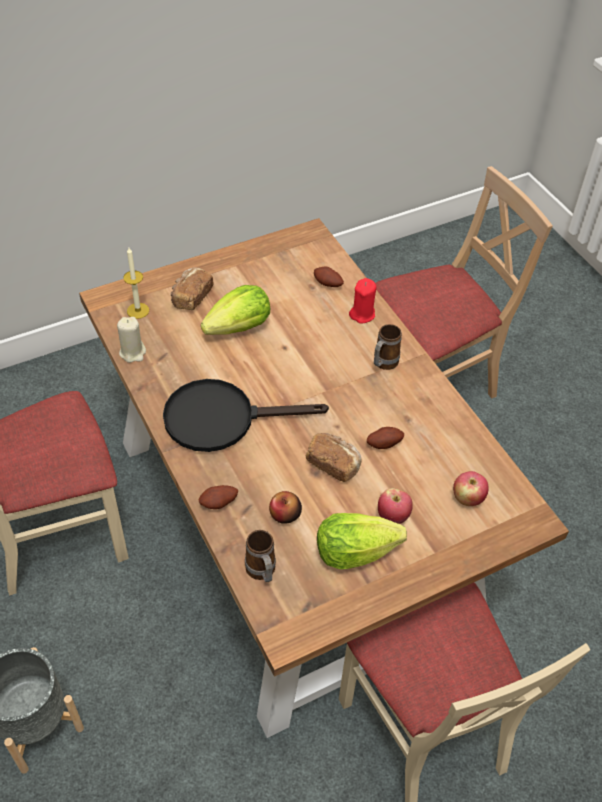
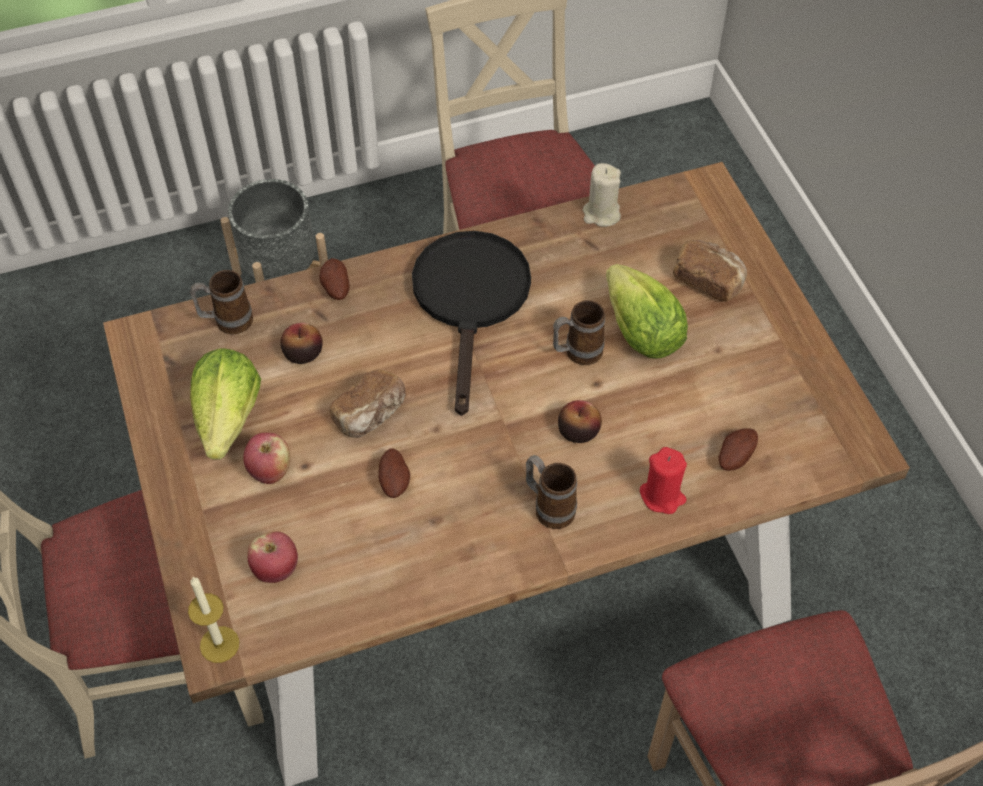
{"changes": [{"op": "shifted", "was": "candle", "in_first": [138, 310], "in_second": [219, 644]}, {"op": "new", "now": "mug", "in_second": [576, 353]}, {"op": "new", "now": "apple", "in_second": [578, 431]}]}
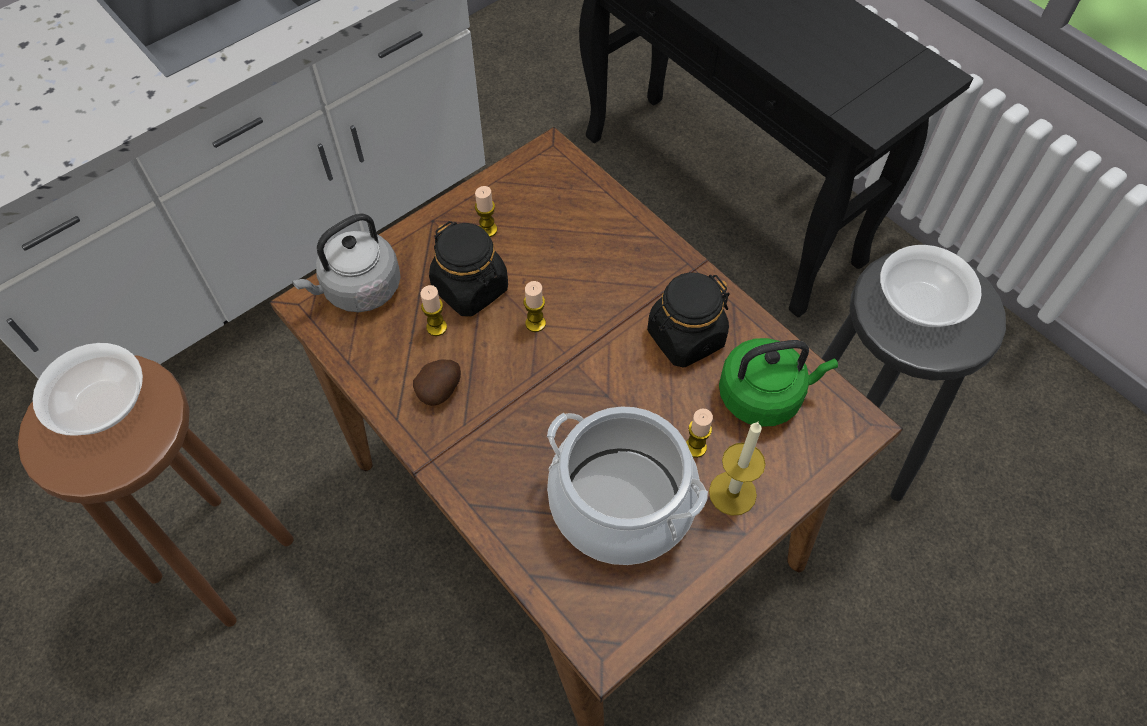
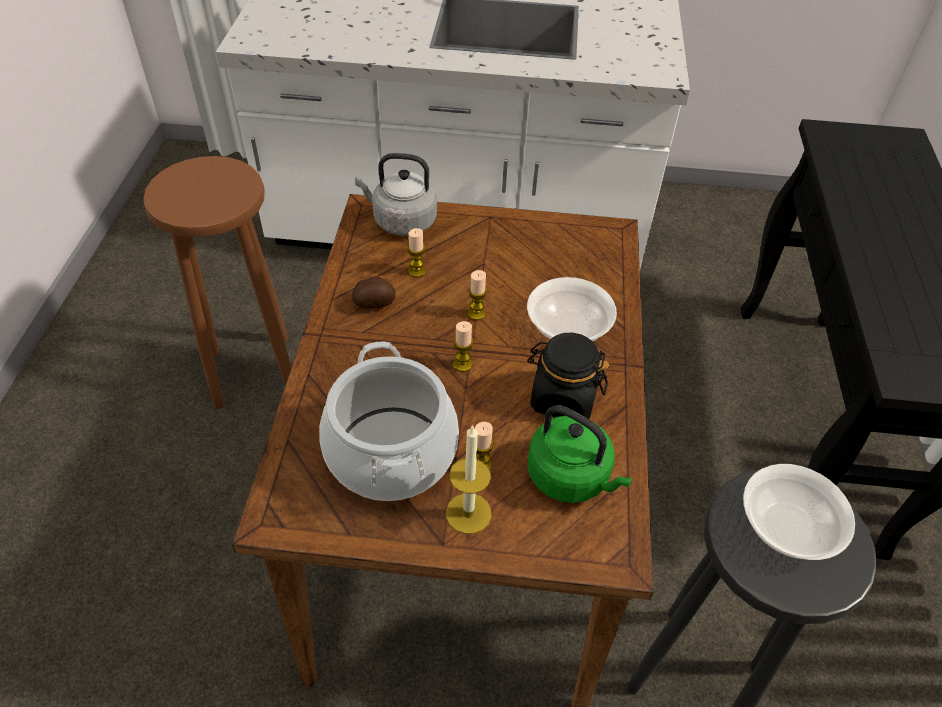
{"changes": [{"op": "shifted", "was": "bowl", "in_first": [102, 403], "in_second": [568, 327]}, {"op": "gone", "was": "black jar", "in_first": [471, 288]}, {"op": "shifted", "was": "candle", "in_first": [487, 230], "in_second": [462, 364]}]}
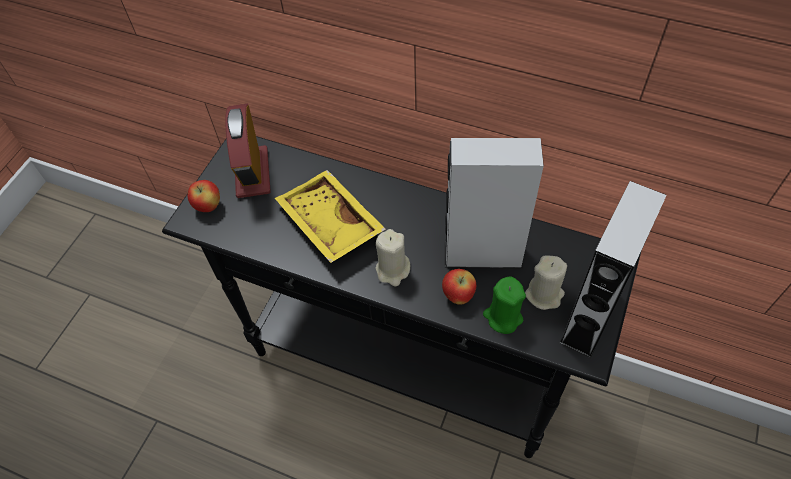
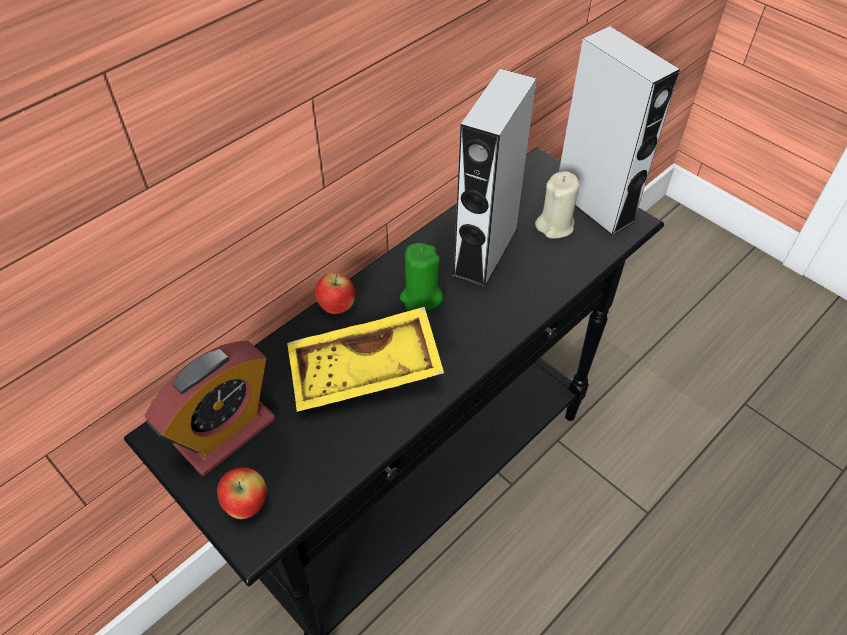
{"changes": [{"op": "rotated", "was": "alarm clock", "in_first": [252, 173], "in_second": [225, 432], "clockwise": -60}, {"op": "gone", "was": "beige candle", "in_first": [393, 270]}, {"op": "shifted", "was": "apple", "in_first": [458, 295], "in_second": [336, 307]}, {"op": "shifted", "was": "green candle", "in_first": [503, 317], "in_second": [421, 298]}]}
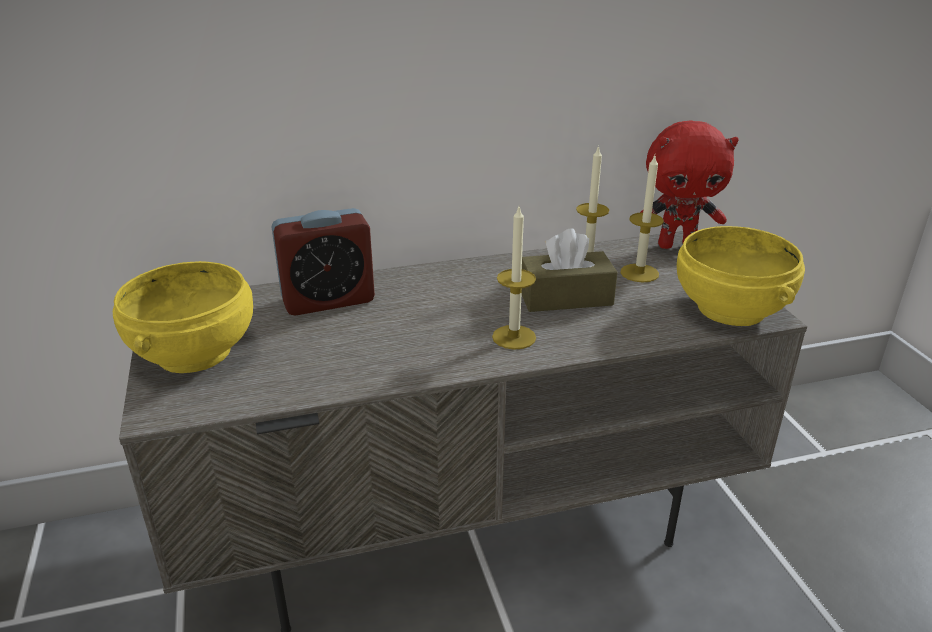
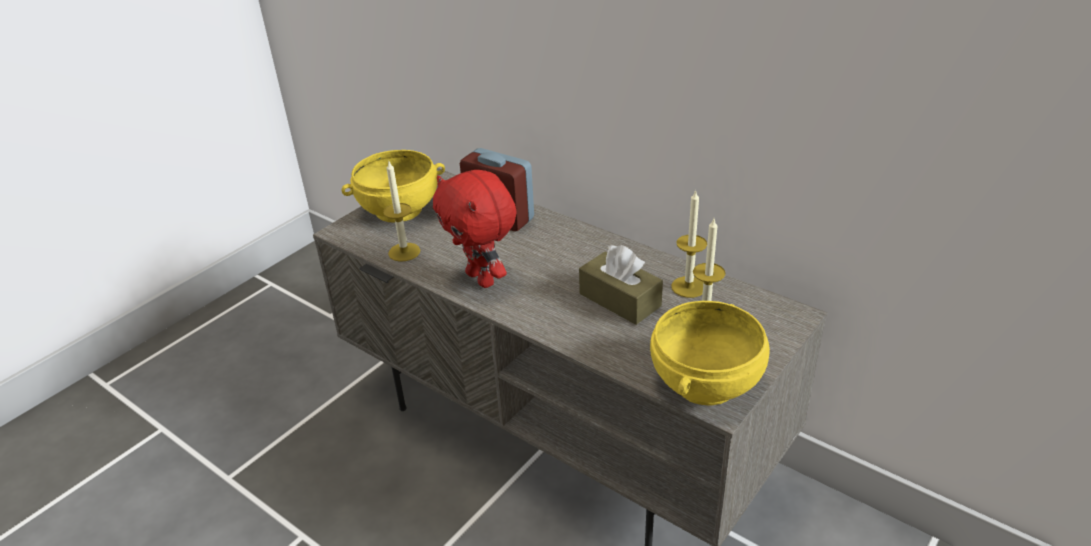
{"changes": [{"op": "shifted", "was": "candle", "in_first": [514, 337], "in_second": [404, 252]}, {"op": "shifted", "was": "red plush toy", "in_first": [677, 245], "in_second": [482, 279]}]}
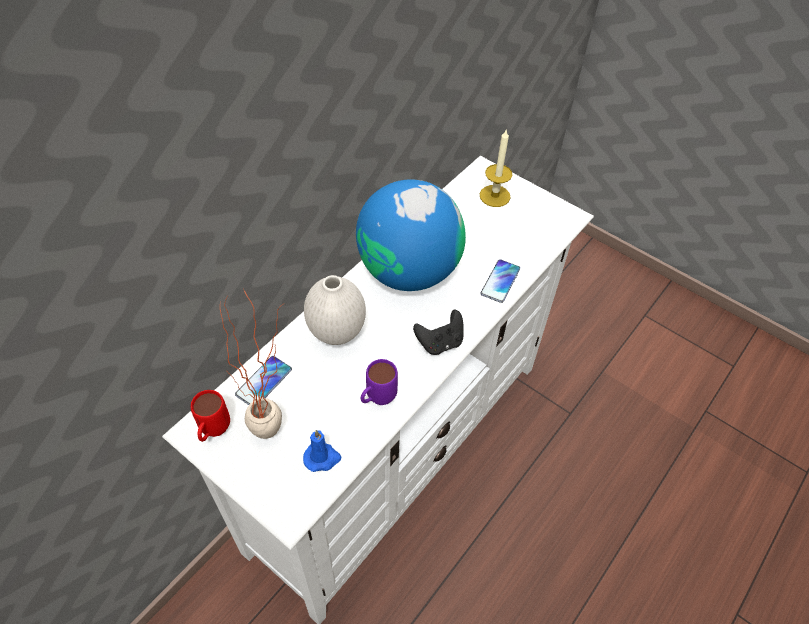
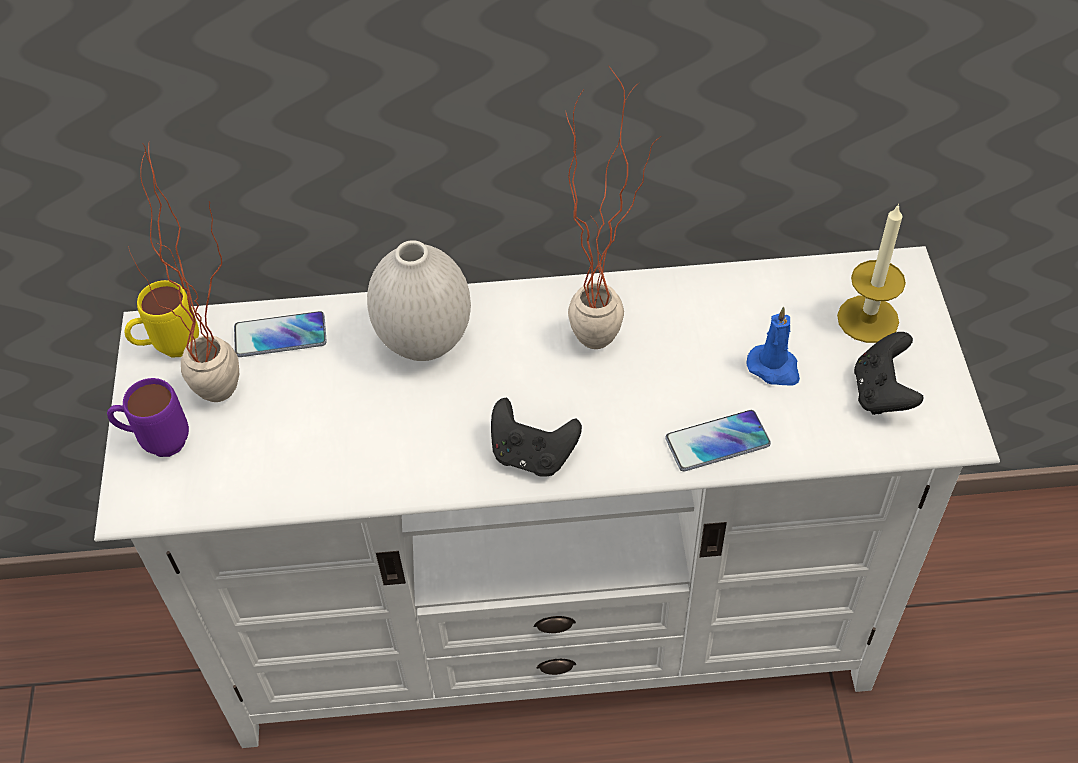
{"changes": [{"op": "repainted", "was": "red mug", "now": "yellow mug", "in_first": [213, 432], "in_second": [169, 349]}, {"op": "shifted", "was": "blue candle", "in_first": [322, 458], "in_second": [774, 368]}, {"op": "swapped", "was": "globe", "now": "potted plant", "in_first": [409, 270], "in_second": [610, 333]}, {"op": "shifted", "was": "purple mug", "in_first": [377, 400], "in_second": [157, 442]}, {"op": "new", "now": "black game controller", "in_second": [882, 393]}]}
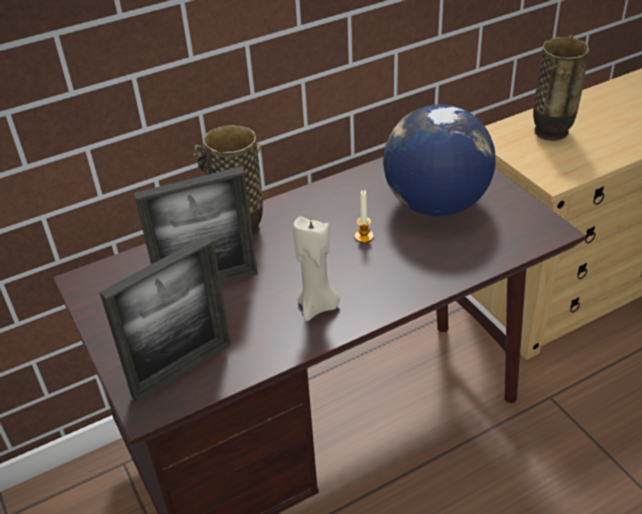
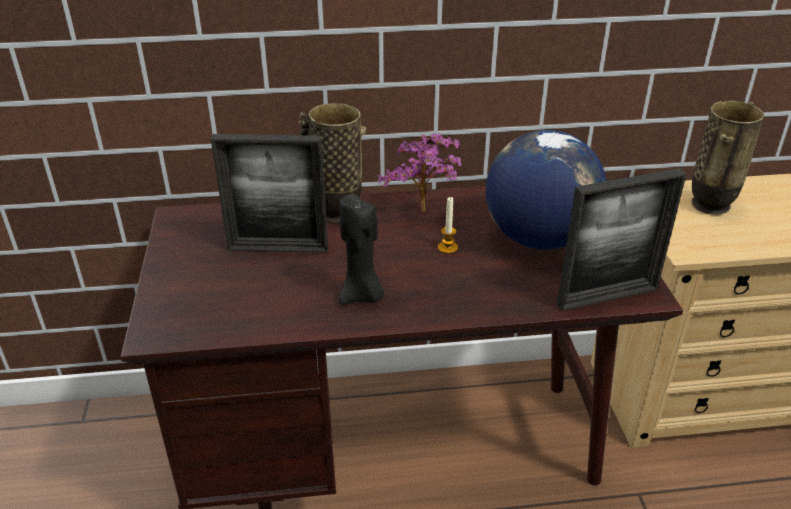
{"changes": [{"op": "shifted", "was": "picture frame", "in_first": [182, 370], "in_second": [607, 297]}, {"op": "repainted", "was": "beige candle", "now": "black candle", "in_first": [318, 306], "in_second": [362, 296]}, {"op": "new", "now": "potted plant", "in_second": [424, 214]}]}
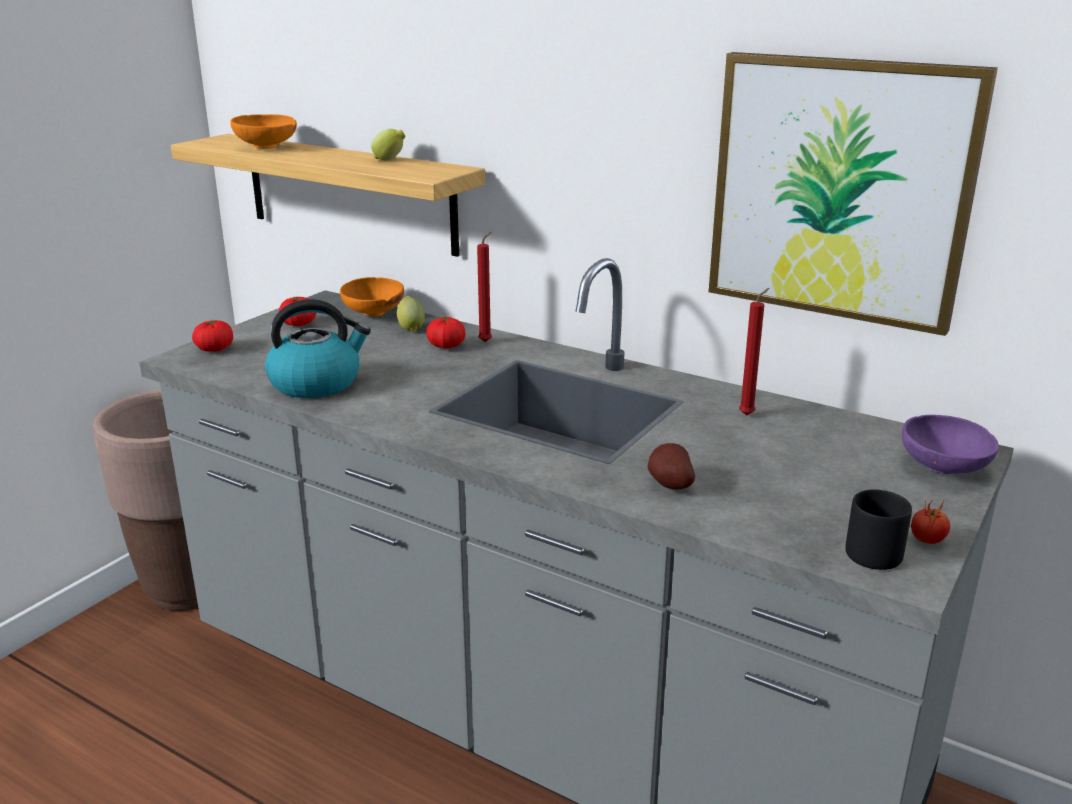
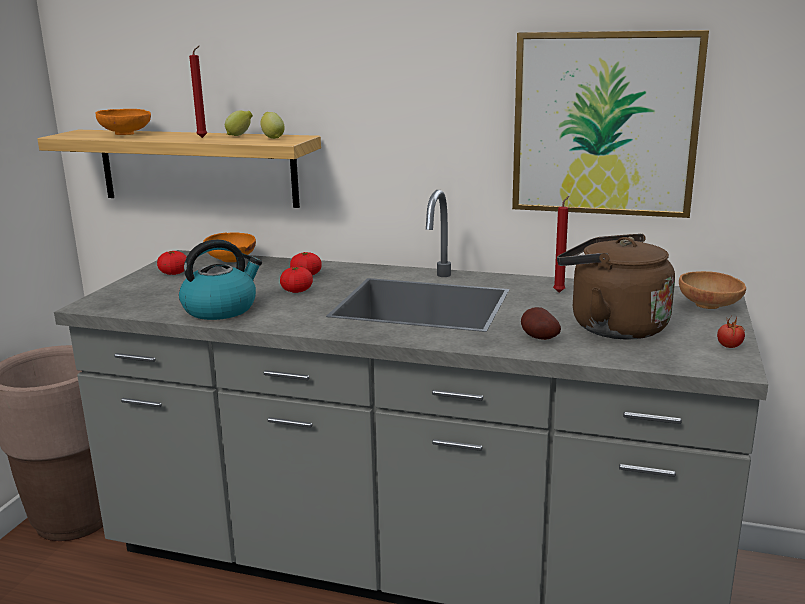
{"changes": [{"op": "shifted", "was": "tomato", "in_first": [215, 349], "in_second": [297, 291]}, {"op": "shifted", "was": "lemon", "in_first": [411, 328], "in_second": [272, 138]}, {"op": "shifted", "was": "red candle", "in_first": [487, 341], "in_second": [203, 137]}, {"op": "gone", "was": "black mug", "in_first": [875, 551]}, {"op": "repainted", "was": "purple bowl", "now": "brown bowl", "in_first": [944, 470], "in_second": [710, 307]}, {"op": "new", "now": "brown kettle", "in_second": [612, 326]}]}
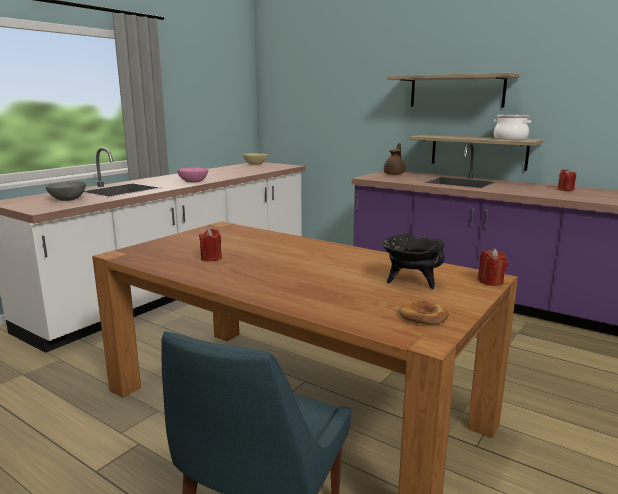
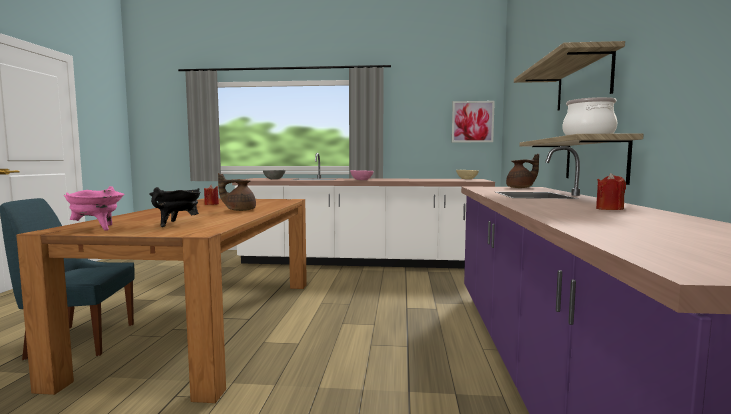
{"changes": [{"op": "swapped", "was": "bread", "now": "pink cooking pot", "in_first": [423, 316], "in_second": [97, 229]}, {"op": "gone", "was": "red candle", "in_first": [490, 281]}, {"op": "new", "now": "brown teapot", "in_second": [239, 210]}, {"op": "new", "now": "picture", "in_second": [472, 121]}]}
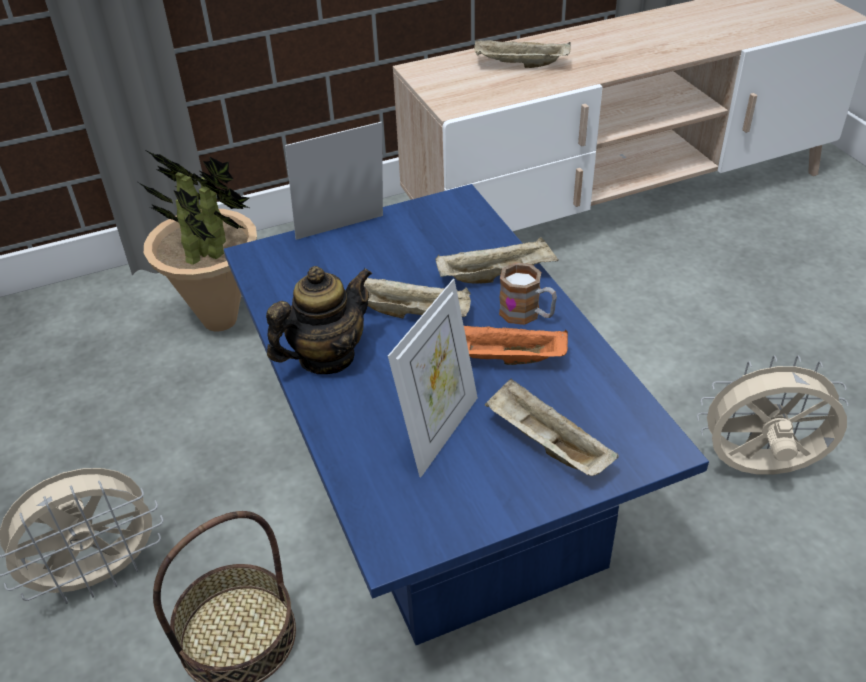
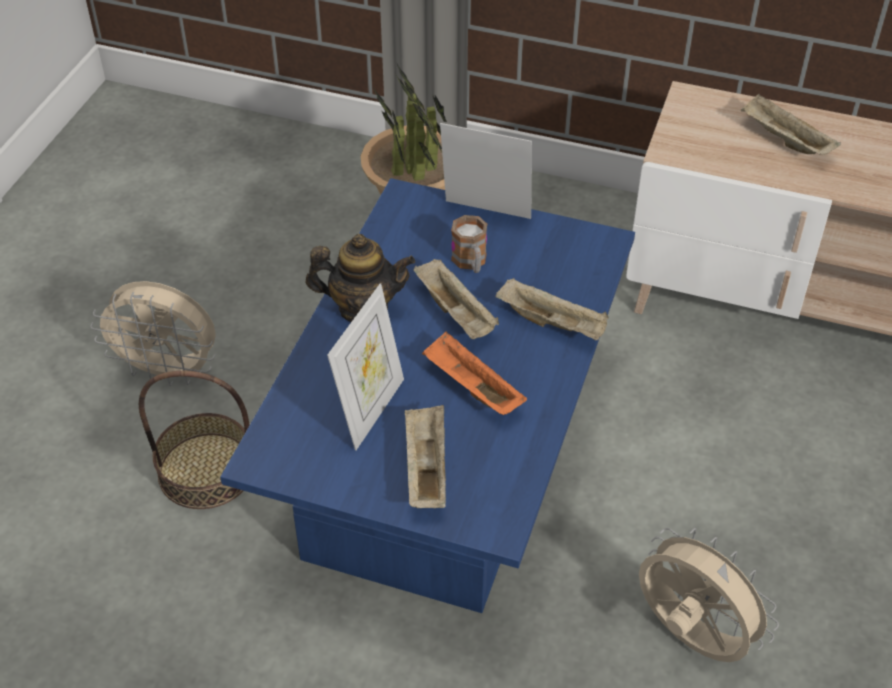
{"changes": [{"op": "rotated", "was": "picture frame", "in_first": [439, 431], "in_second": [370, 410], "clockwise": -45}, {"op": "shifted", "was": "mug", "in_first": [527, 314], "in_second": [471, 262]}]}
